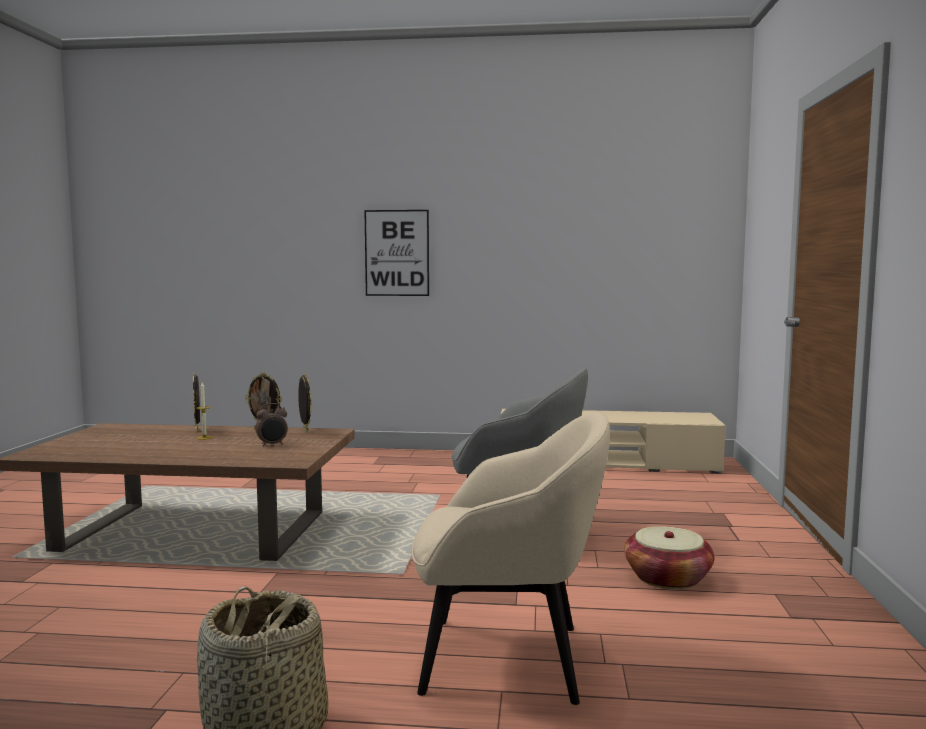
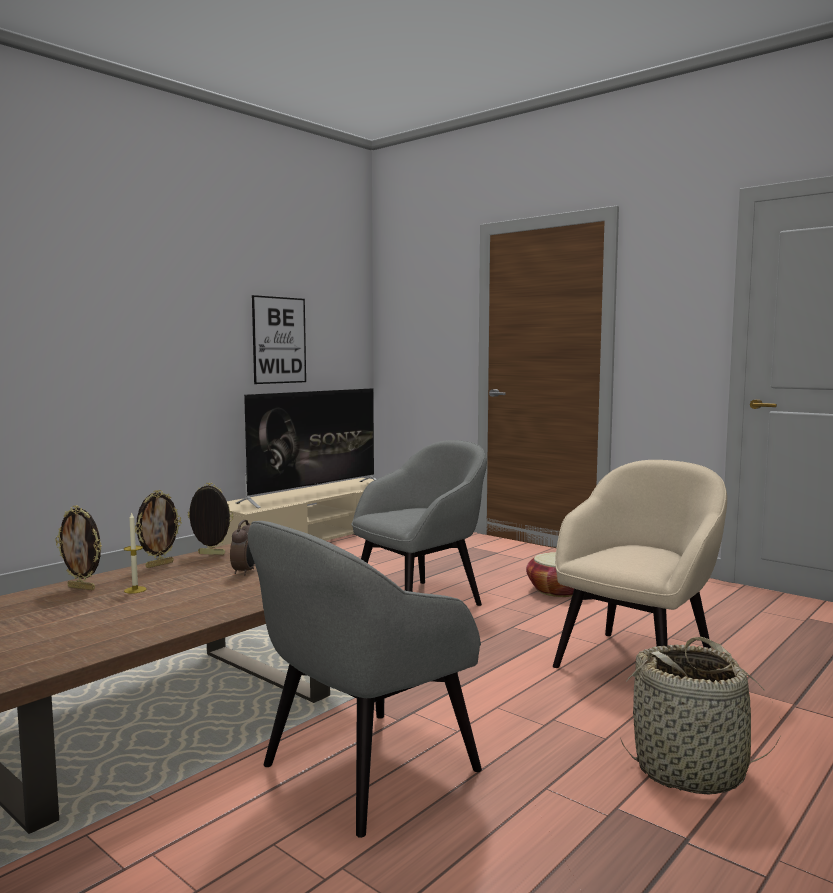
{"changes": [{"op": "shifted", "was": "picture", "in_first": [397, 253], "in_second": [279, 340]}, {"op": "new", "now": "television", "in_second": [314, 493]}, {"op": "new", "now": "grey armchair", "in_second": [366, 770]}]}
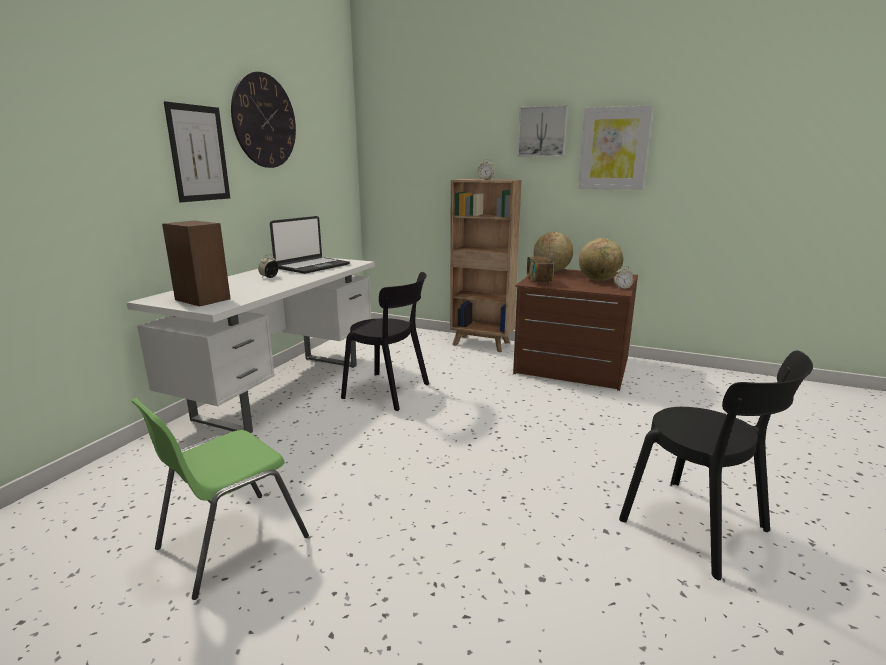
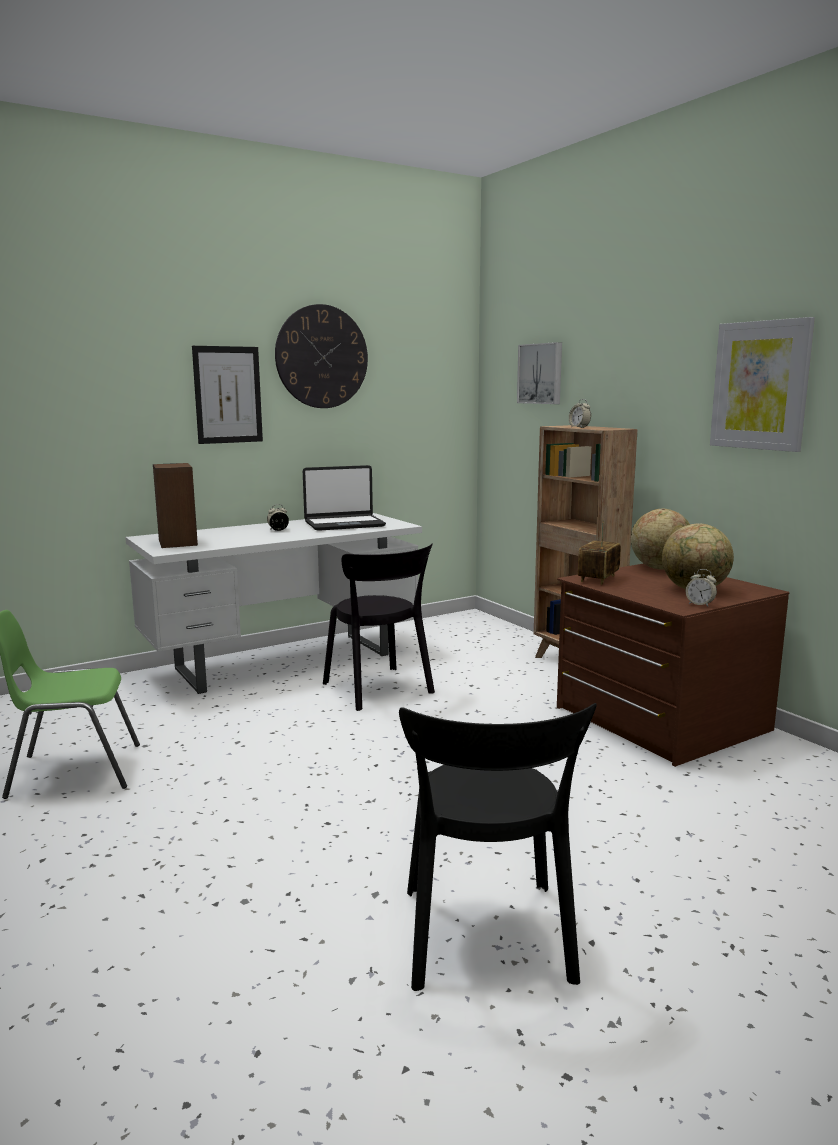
{"changes": [{"op": "shifted", "was": "picture", "in_first": [542, 131], "in_second": [541, 373]}]}
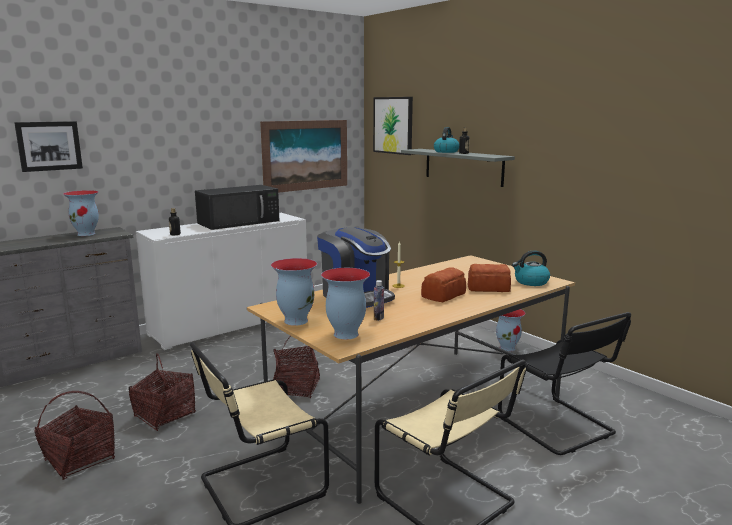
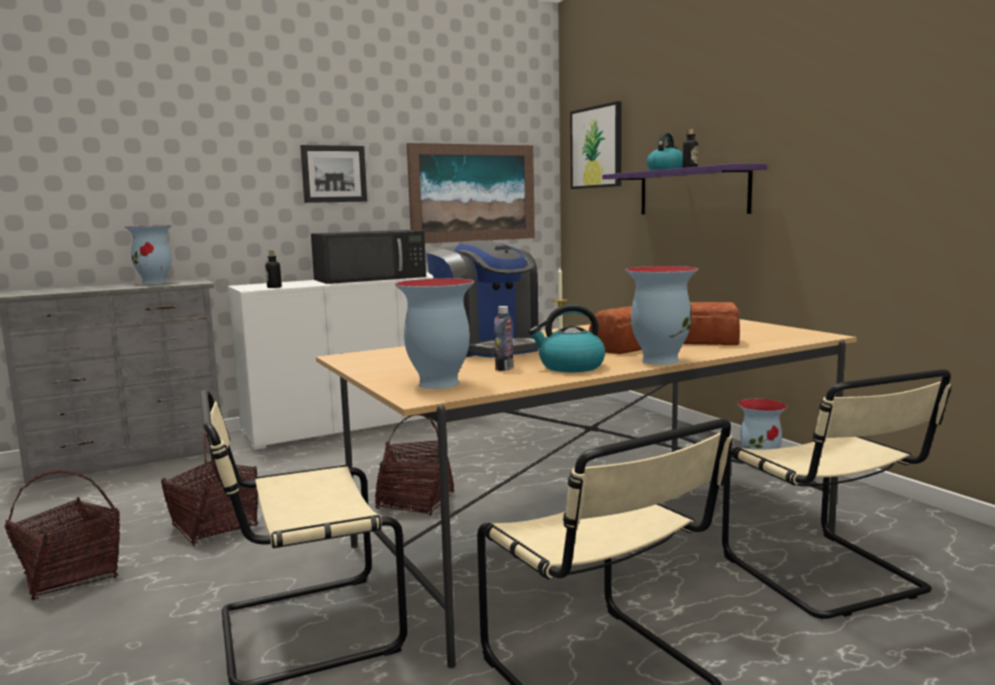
{"changes": [{"op": "shifted", "was": "picture", "in_first": [49, 146], "in_second": [333, 174]}, {"op": "shifted", "was": "vase", "in_first": [295, 320], "in_second": [659, 360]}, {"op": "repainted", "was": "grey shelf", "now": "purple shelf", "in_first": [463, 166], "in_second": [692, 192]}, {"op": "repainted", "was": "black chair", "now": "beige chair", "in_first": [559, 427], "in_second": [828, 576]}, {"op": "shifted", "was": "kettle", "in_first": [531, 282], "in_second": [570, 367]}]}
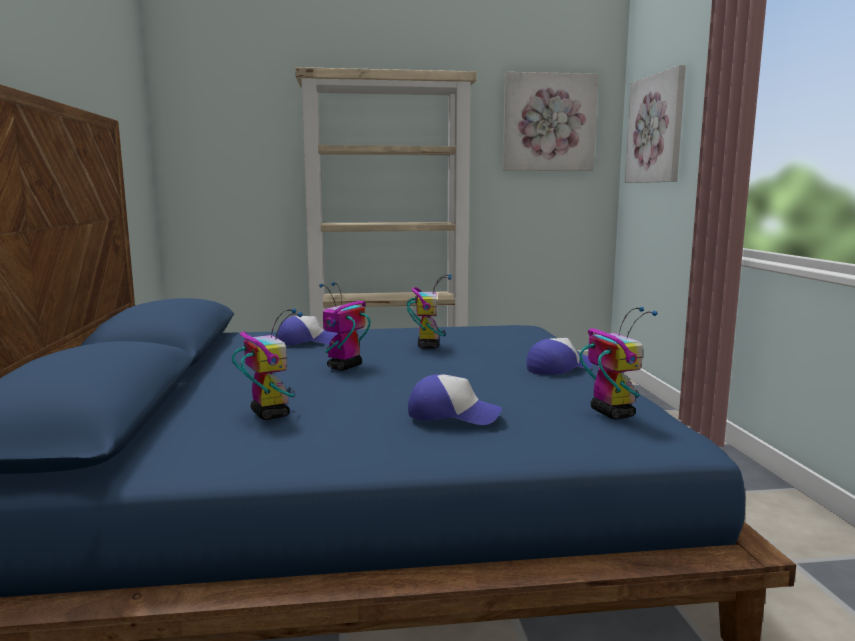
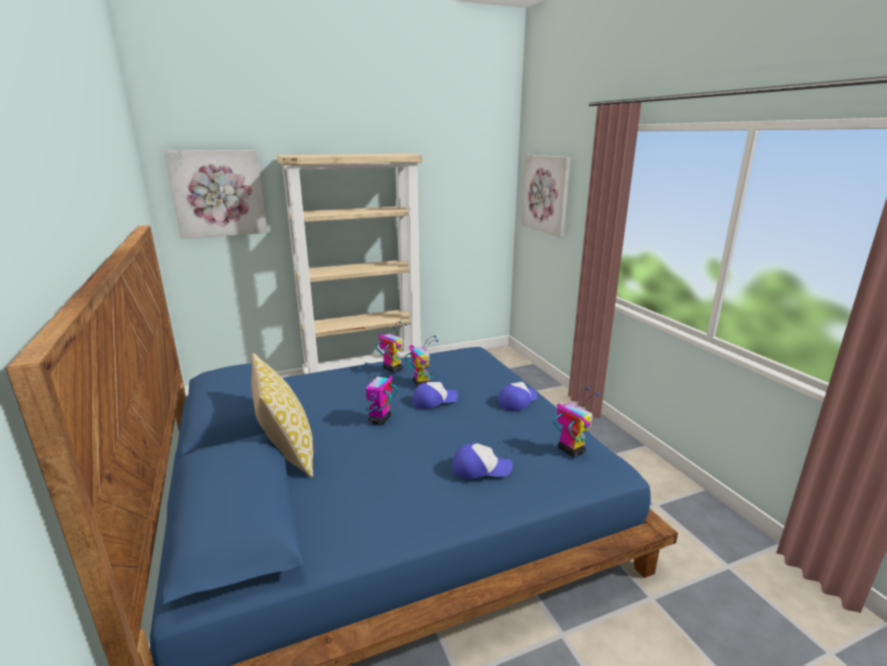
{"changes": [{"op": "shifted", "was": "toy robot", "in_first": [269, 414], "in_second": [392, 369]}, {"op": "shifted", "was": "cap", "in_first": [307, 341], "in_second": [434, 400]}, {"op": "shifted", "was": "picture", "in_first": [548, 123], "in_second": [218, 193]}, {"op": "new", "now": "pillow", "in_second": [287, 453]}]}
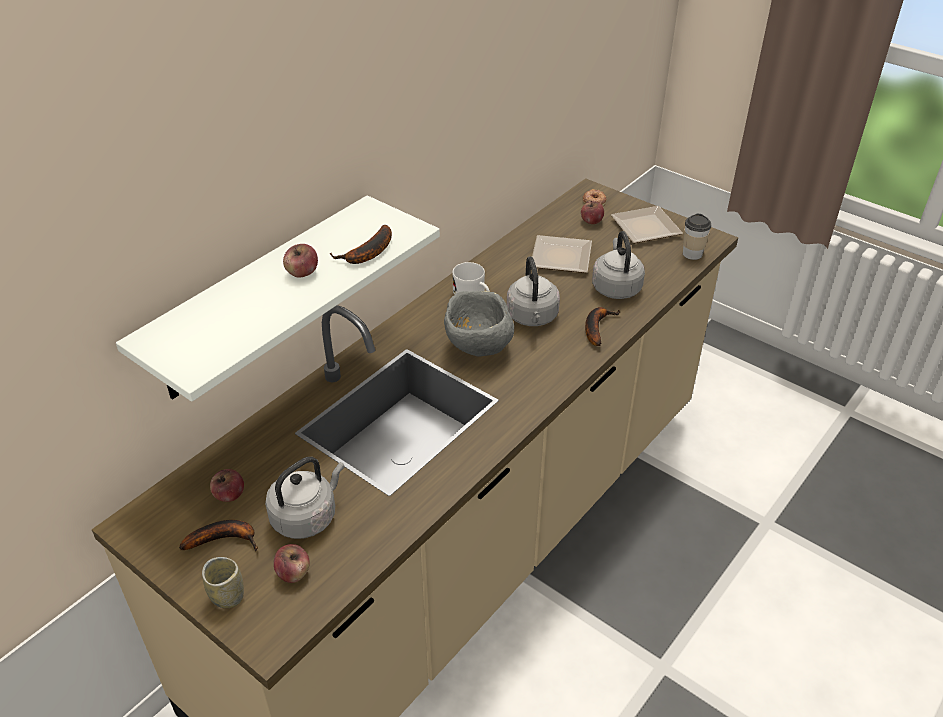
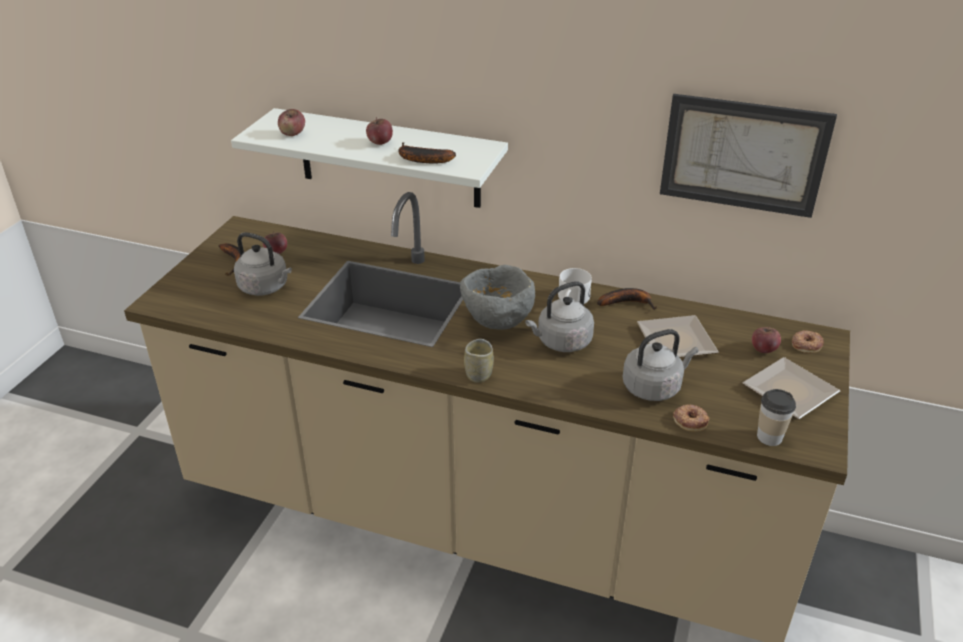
{"changes": [{"op": "shifted", "was": "cup", "in_first": [227, 596], "in_second": [478, 375]}, {"op": "shifted", "was": "apple", "in_first": [293, 573], "in_second": [292, 133]}, {"op": "shifted", "was": "banana", "in_first": [596, 327], "in_second": [627, 302]}, {"op": "new", "now": "picture", "in_second": [743, 155]}, {"op": "new", "now": "donut", "in_second": [690, 420]}]}
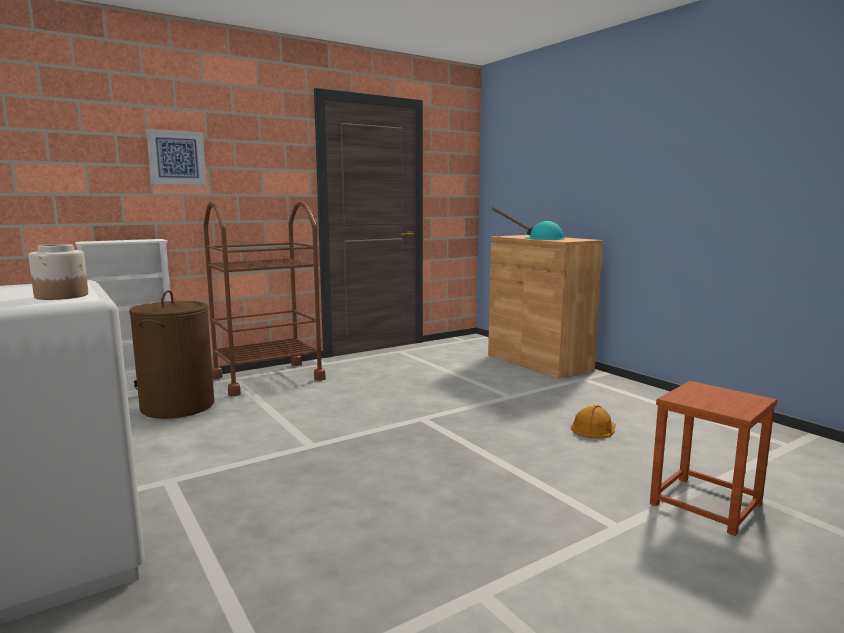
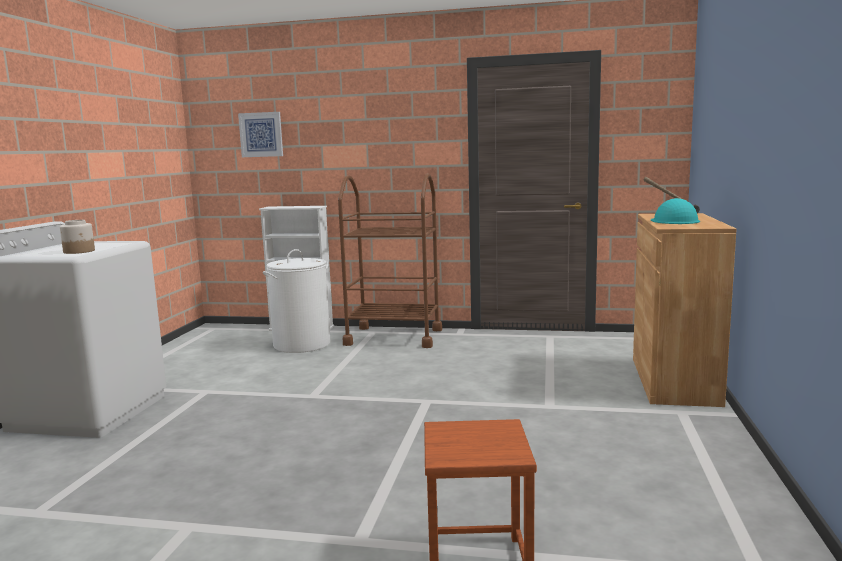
{"changes": [{"op": "repainted", "was": "brown laundry basket", "now": "white laundry basket", "in_first": [177, 406], "in_second": [302, 344]}, {"op": "shifted", "was": "picture", "in_first": [176, 157], "in_second": [261, 134]}, {"op": "gone", "was": "orange hard hat", "in_first": [594, 428]}]}
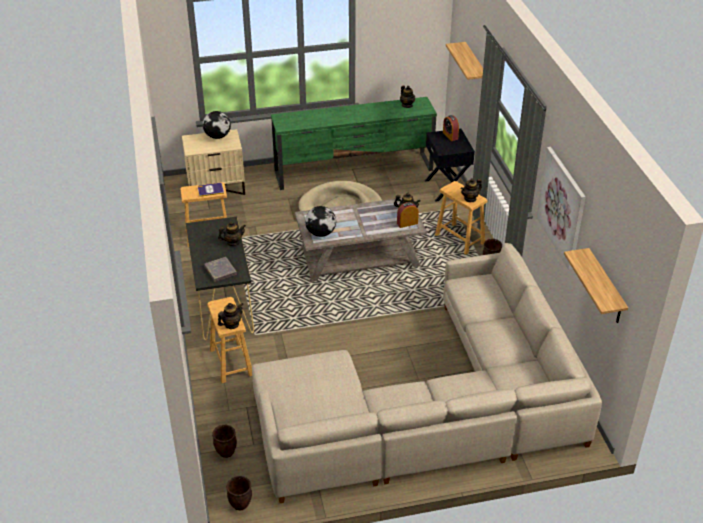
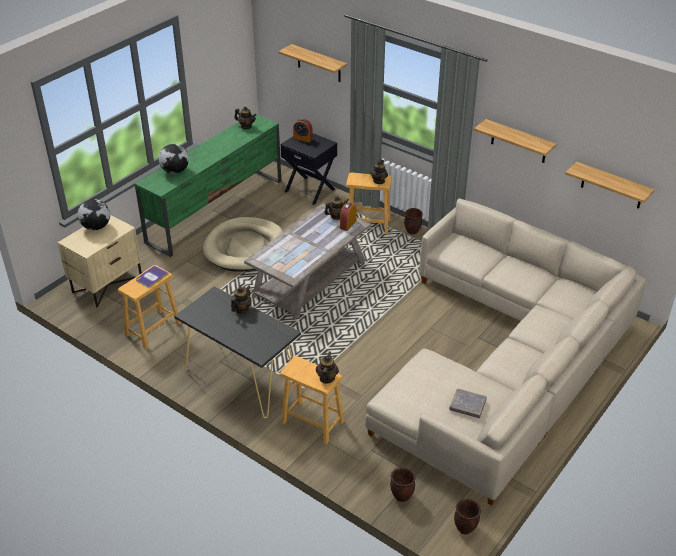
{"changes": [{"op": "shifted", "was": "grey book", "in_first": [220, 271], "in_second": [467, 405]}, {"op": "shifted", "was": "globe", "in_first": [321, 233], "in_second": [175, 171]}, {"op": "swapped", "was": "picture", "now": "shelf", "in_first": [561, 207], "in_second": [519, 142]}]}
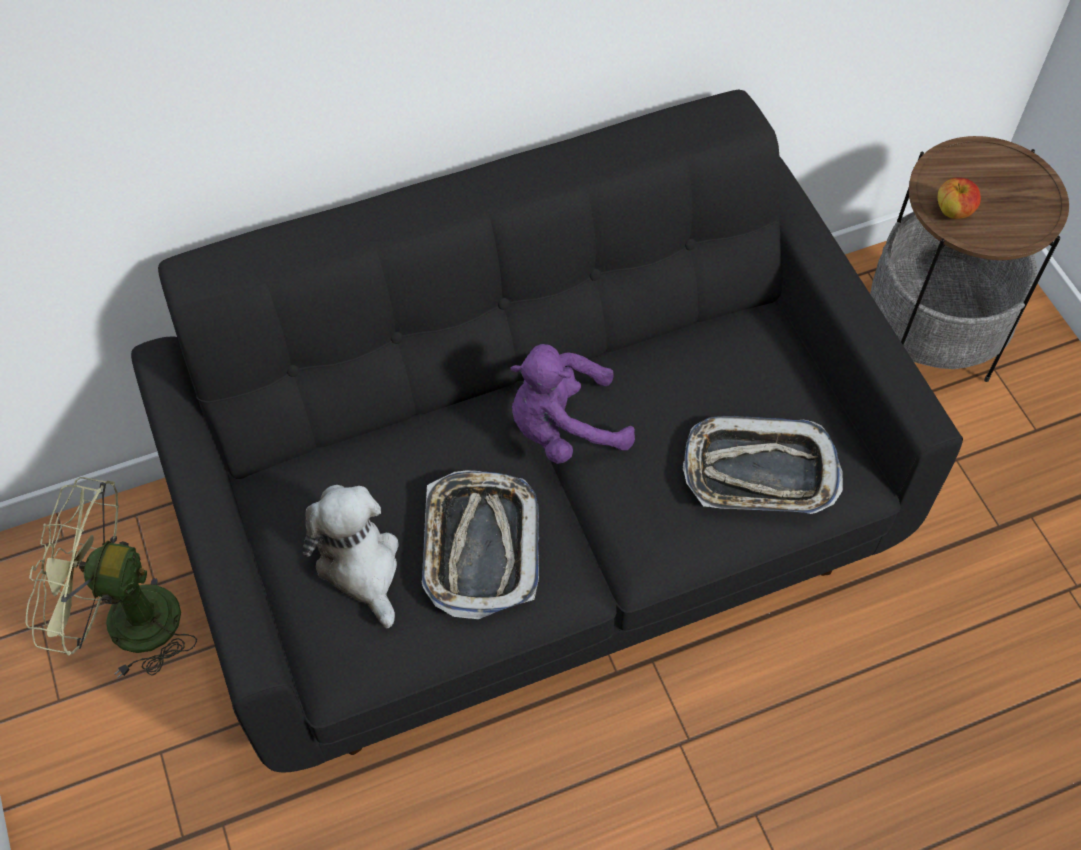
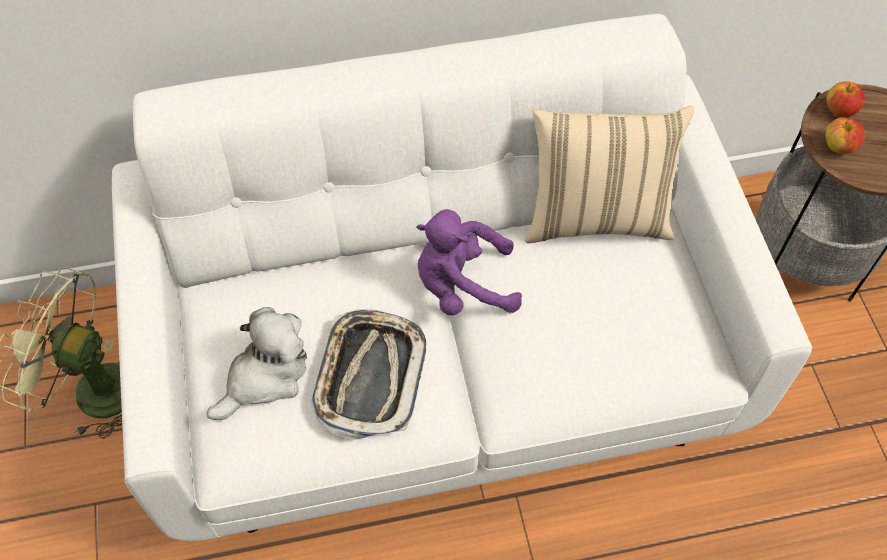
{"changes": [{"op": "repainted", "was": "black sofa", "now": "white sofa", "in_first": [541, 526], "in_second": [444, 365]}, {"op": "rotated", "was": "plush toy", "in_first": [360, 565], "in_second": [265, 376], "clockwise": 60}, {"op": "gone", "was": "tray", "in_first": [759, 473]}, {"op": "new", "now": "beige pillow", "in_second": [596, 218]}, {"op": "new", "now": "apple", "in_second": [839, 111]}]}
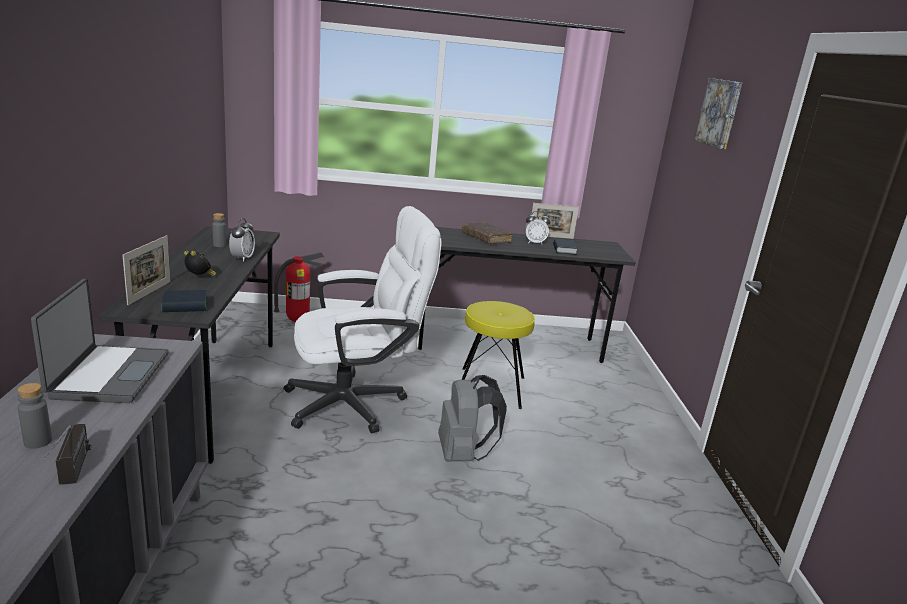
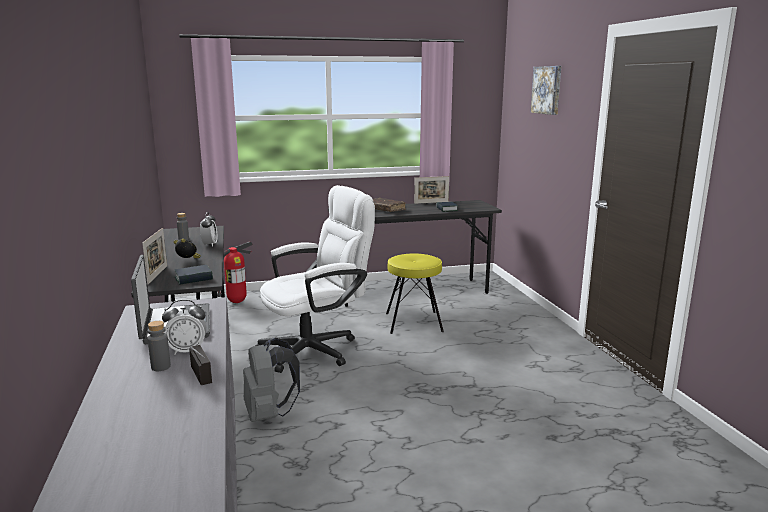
{"changes": [{"op": "shifted", "was": "grey backpack", "in_first": [463, 455], "in_second": [269, 414]}, {"op": "shifted", "was": "alarm clock", "in_first": [534, 243], "in_second": [187, 351]}]}
